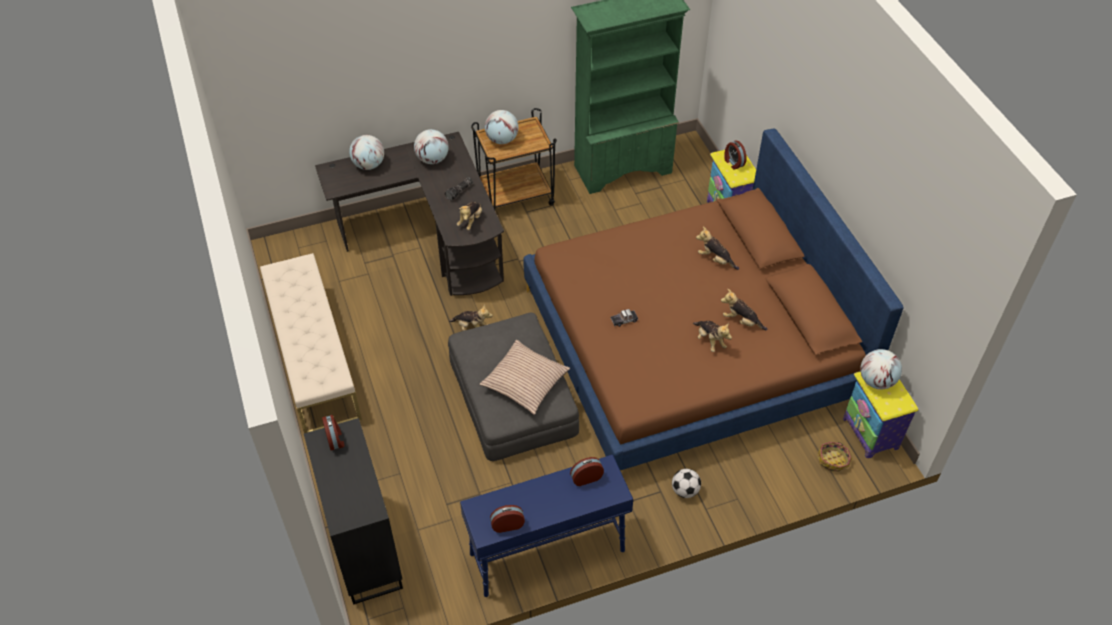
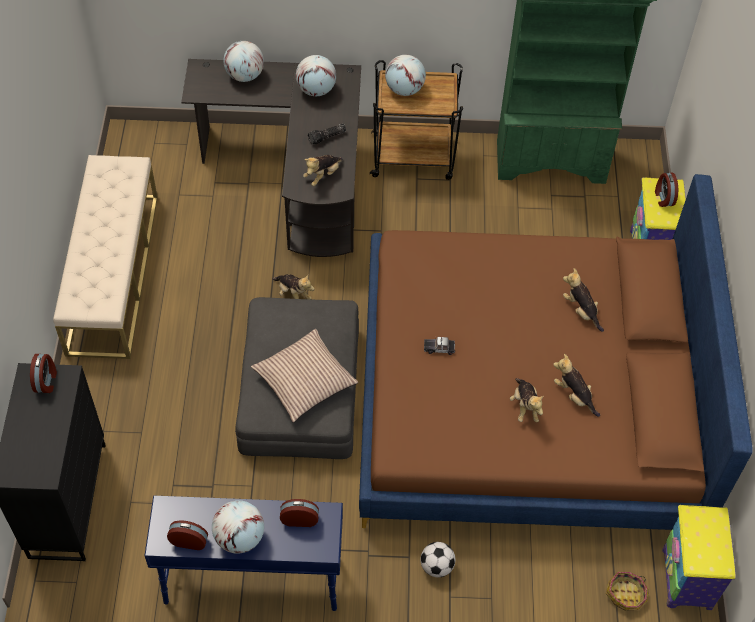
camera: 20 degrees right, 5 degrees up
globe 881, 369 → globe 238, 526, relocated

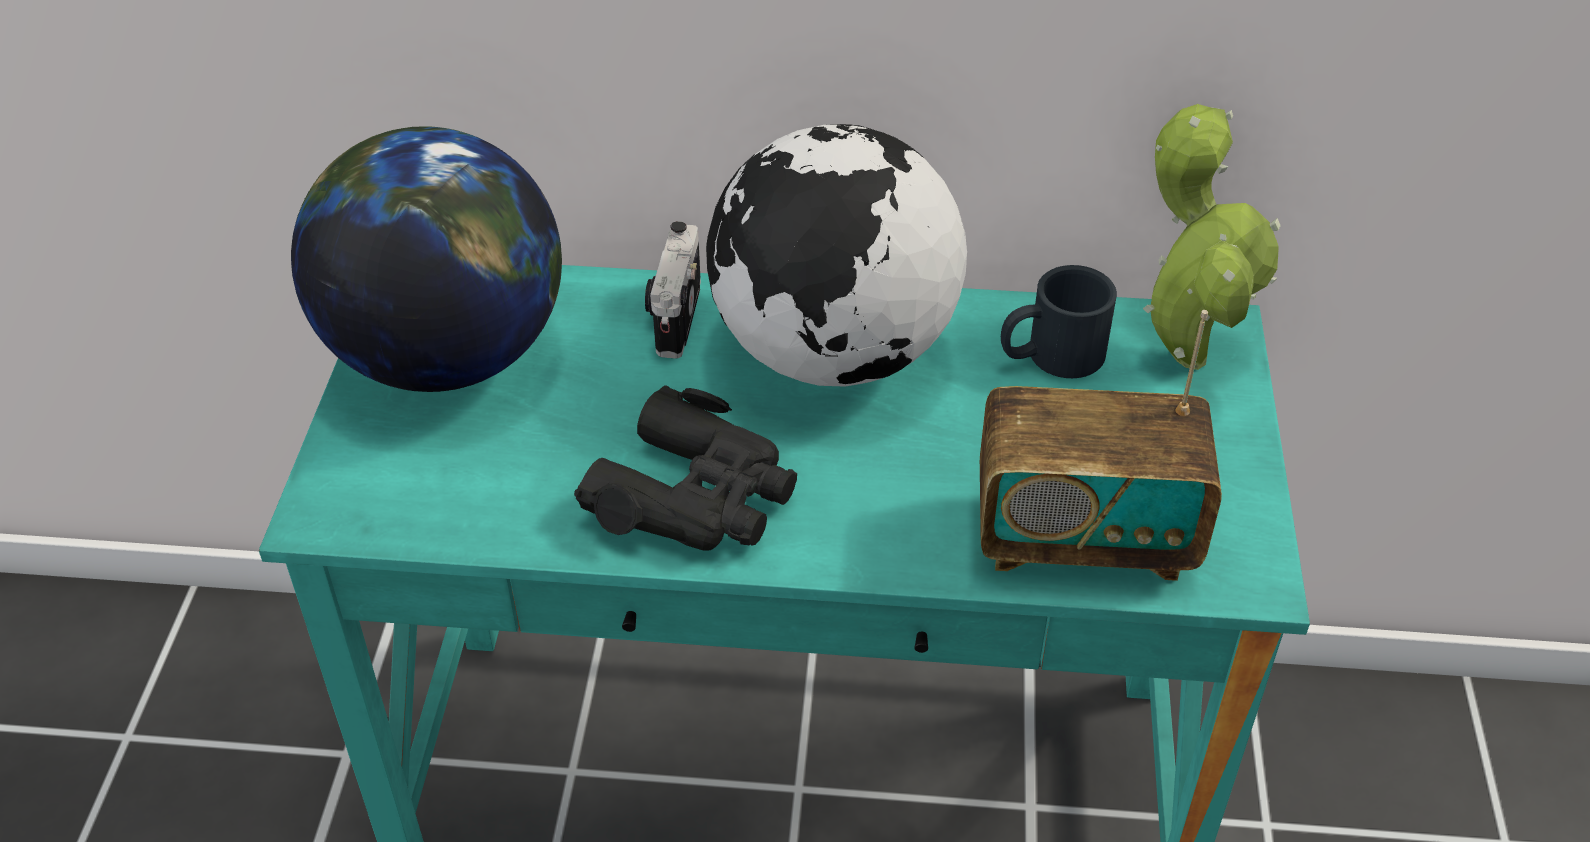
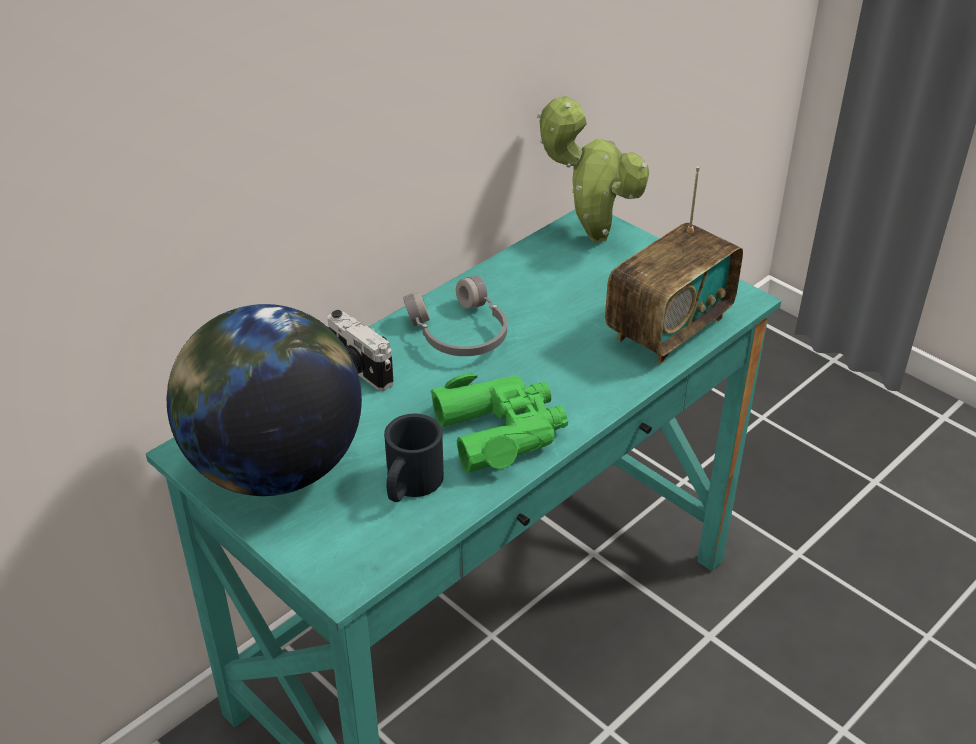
camera: 50 degrees left, 5 degrees down
globe 836, 255 → casque audio (gris) 455, 316
mug (noir) 1059, 321 → mug (noir) 414, 458, relocated
jumelles (noir) 685, 468 → jumelles (vert) 499, 423

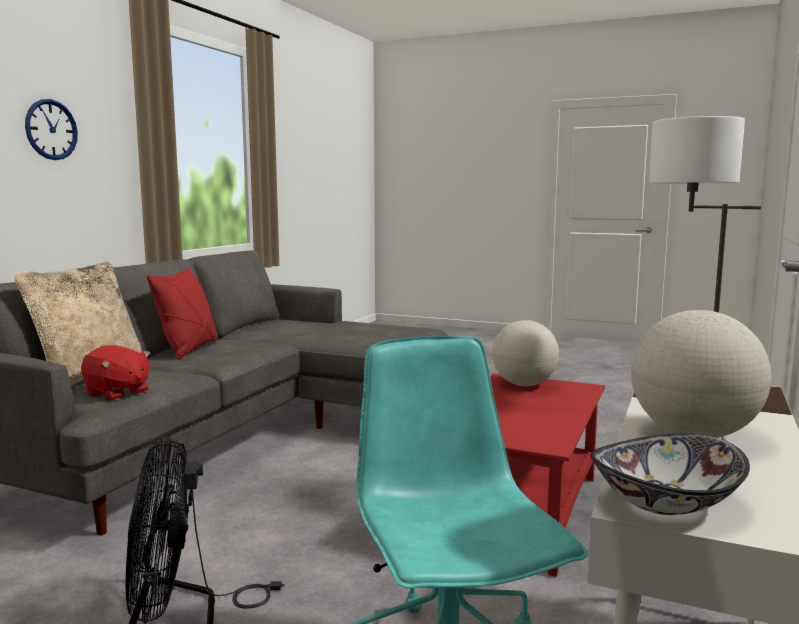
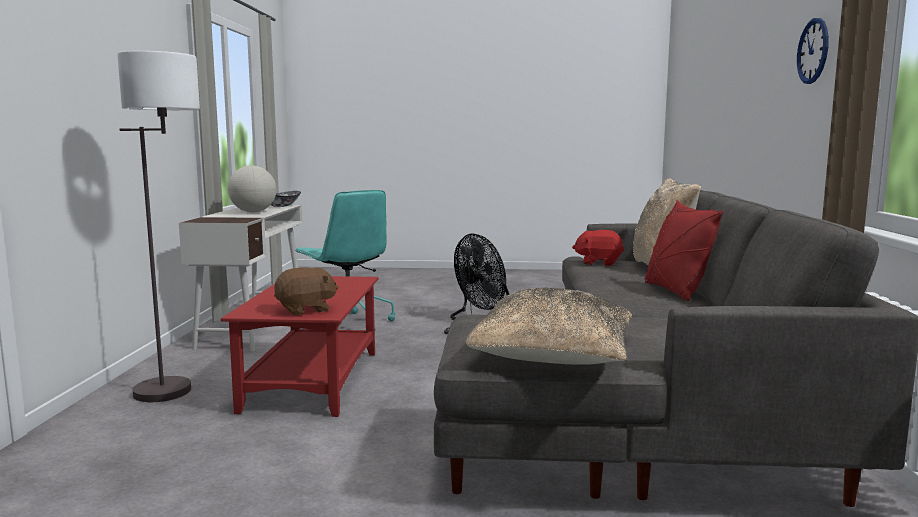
camera: 160 degrees right, 0 degrees up
globe 525, 353 → peluche (marron) 306, 291
- → coussin (beige) 548, 326

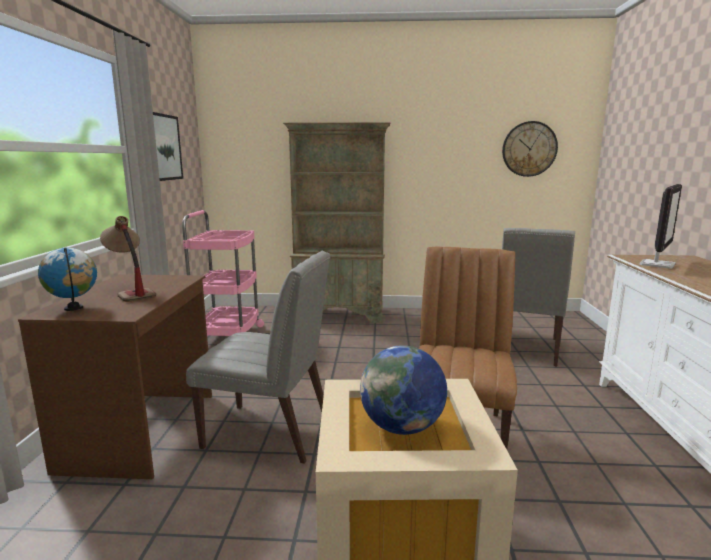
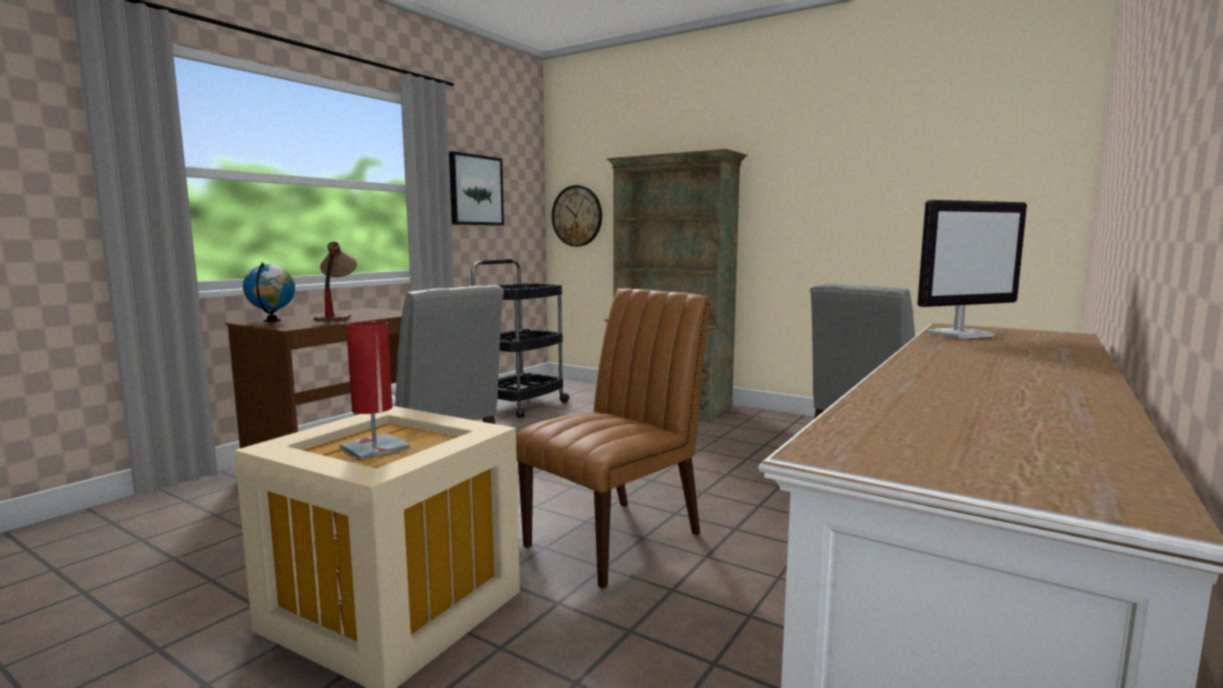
camera: 30 degrees right, 5 degrees down
horloge murale 530, 149 → horloge murale 577, 216, relocated
chariot (rose) 223, 273 → chariot (noir) 520, 338
globe 403, 390 → lampe de table (rouge) 375, 390

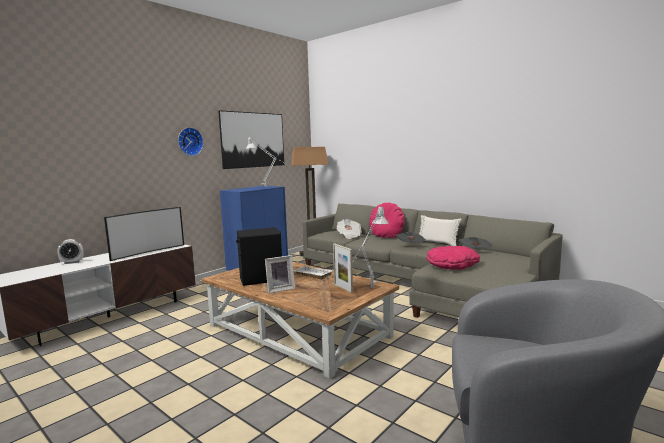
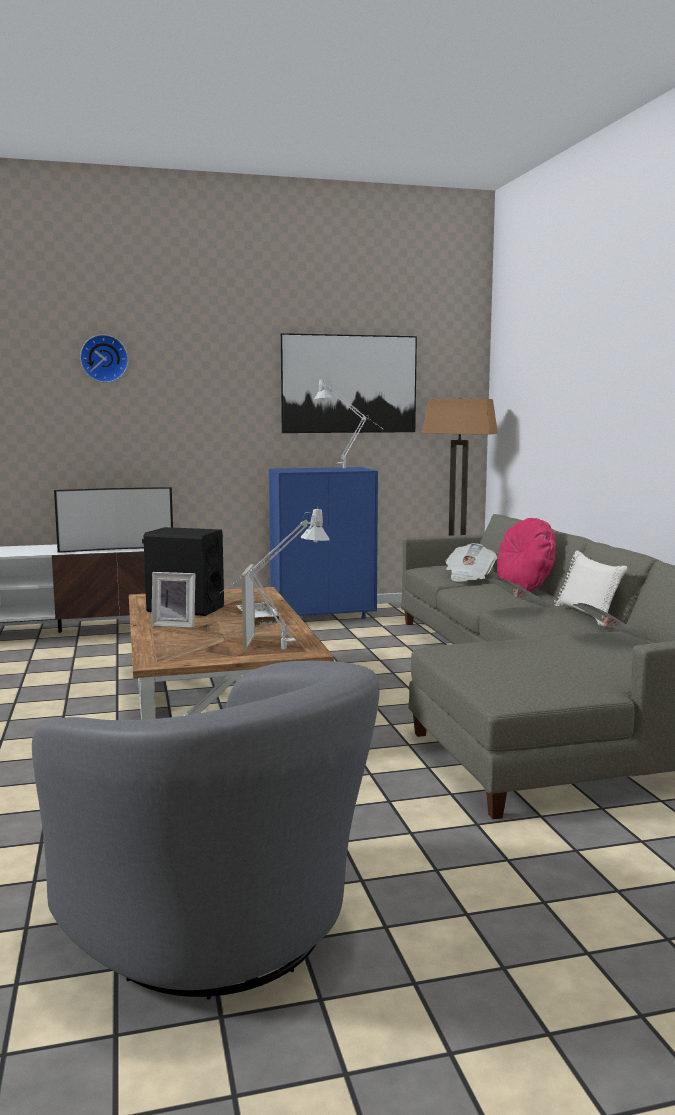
camera: 35 degrees right, 0 degrees up
horloge murale 191, 141 → horloge murale 104, 358, relocated
réveil 70, 251 → -
coussin (rose) 453, 258 → -

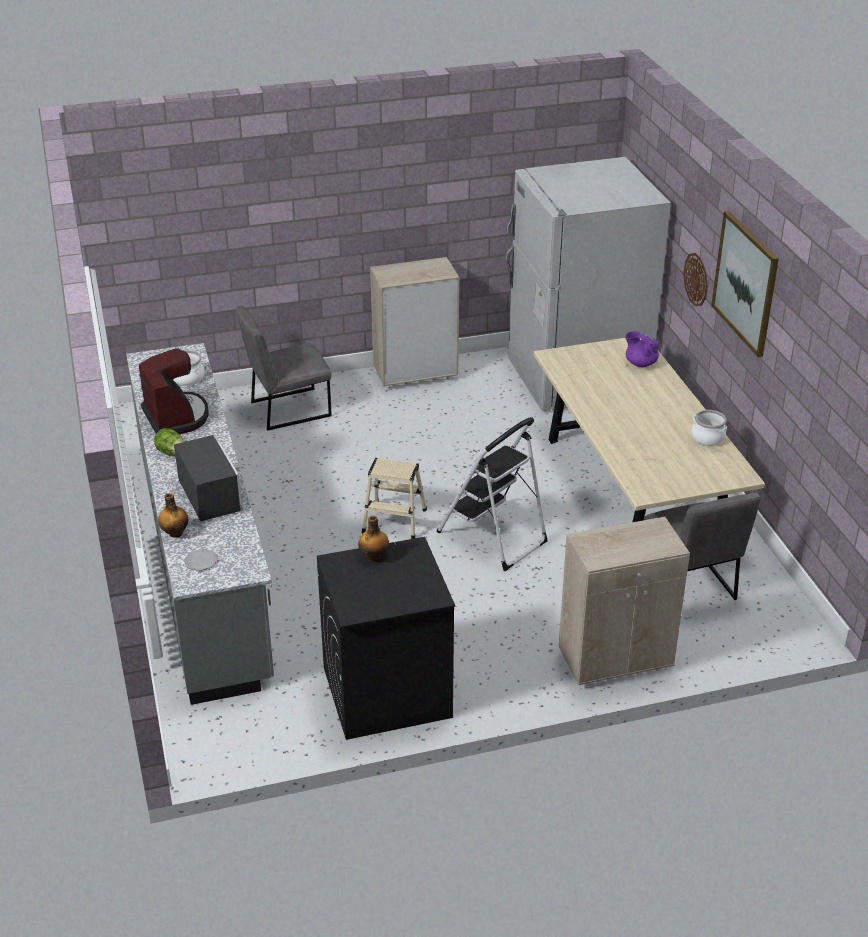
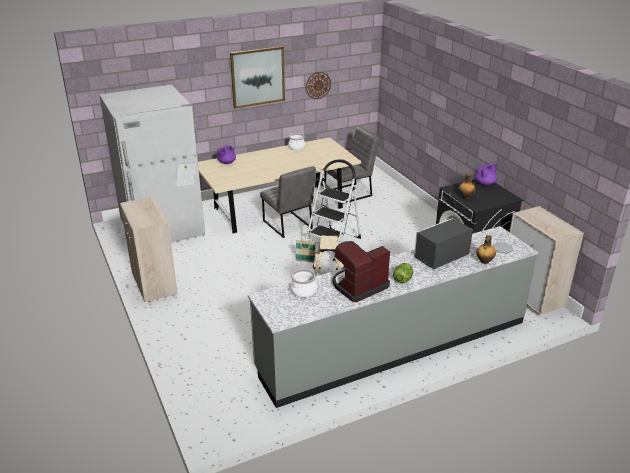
camera: 100 degrees left, 5 degrees down
horloge murale 695, 279 → horloge murale 318, 85, relocated
chaise (gris) 284, 368 → chaise (gris) 288, 202, relocated
meuble de rangement (beige) 624, 601 → meuble de rangement (beige) 547, 260, relocated
- → théière (violet) 486, 175
- → panier 305, 247

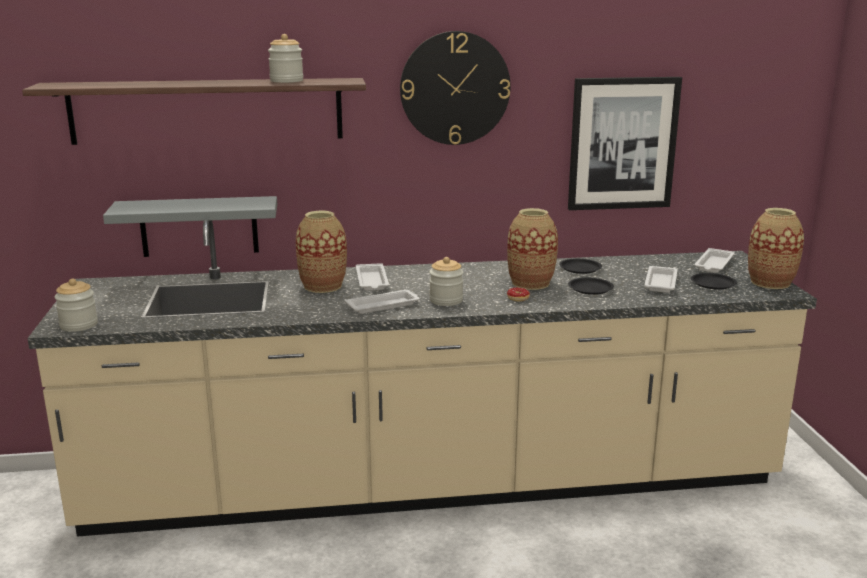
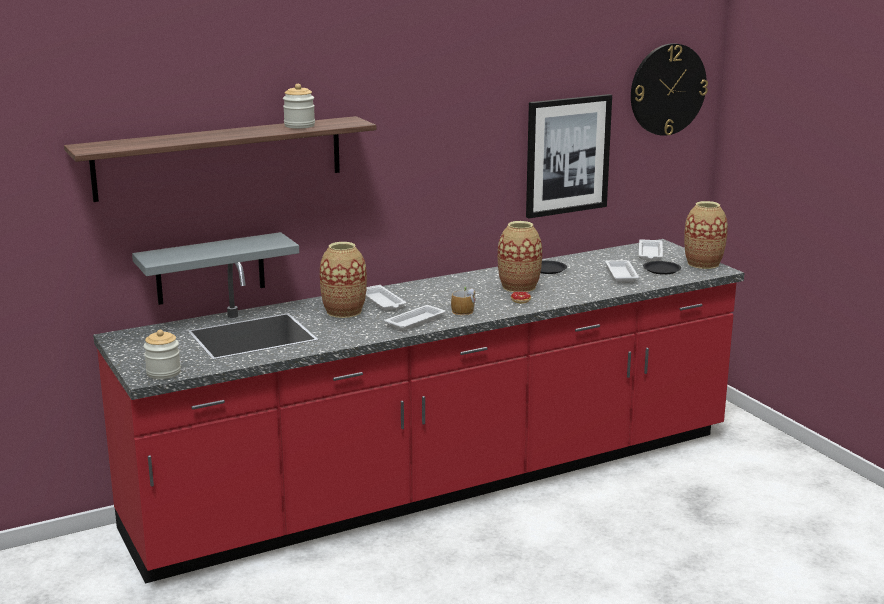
camera: 20 degrees left, 0 degrees up
horloge murale 455, 88 → horloge murale 669, 89, relocated
comptoir de cuisine (beige) 422, 378 → comptoir de cuisine (rouge) 418, 411
bocal 446, 281 → mug 463, 301
assiette (noir) 591, 286 → -

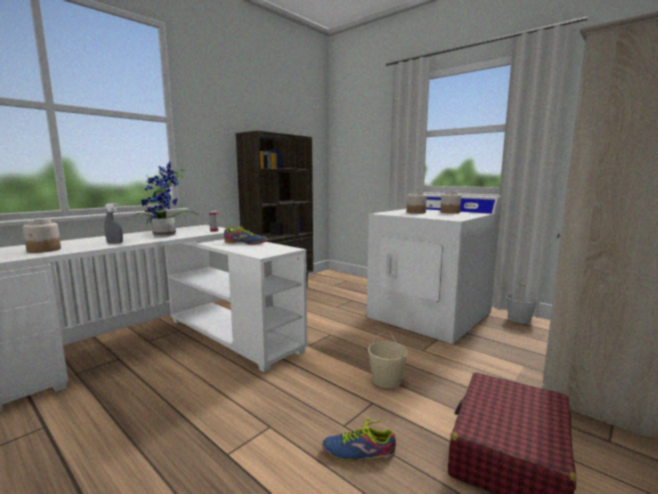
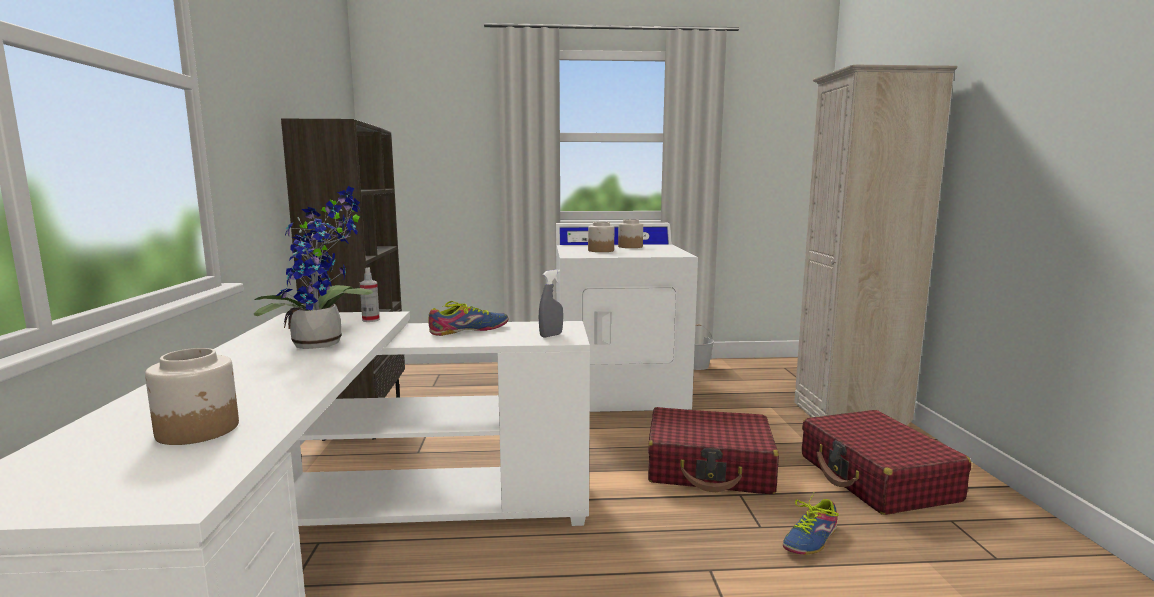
camera: 45 degrees left, 0 degrees up
vaporisateur (gris) 113, 223 → vaporisateur (gris) 551, 304, relocated
seau (beige) 388, 359 → valise (rouge) 713, 450

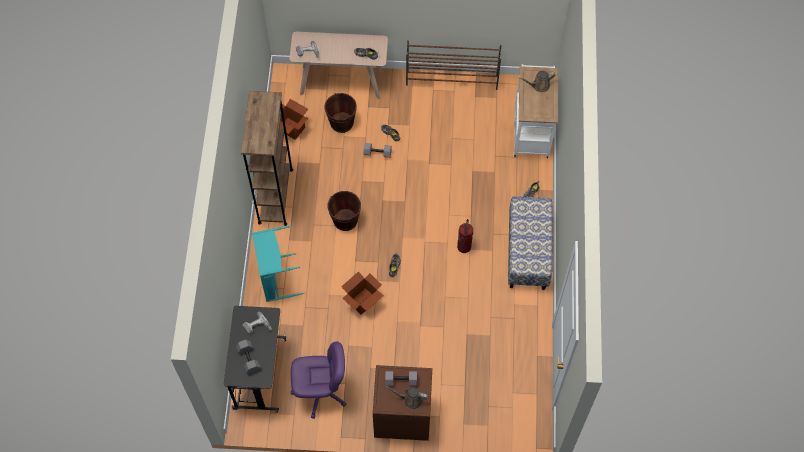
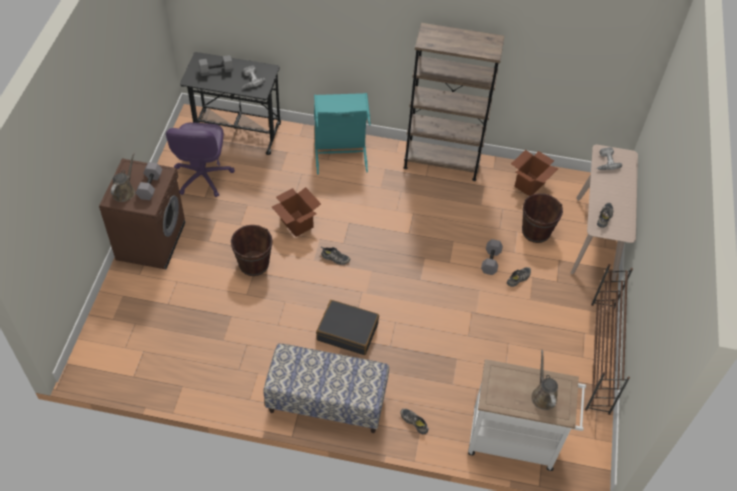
camera: 95 degrees right, 10 degrees down
seau (marron) 344, 211 → seau (marron) 252, 250, relocated
extincteur 465, 236 → valise (noir) 347, 327

